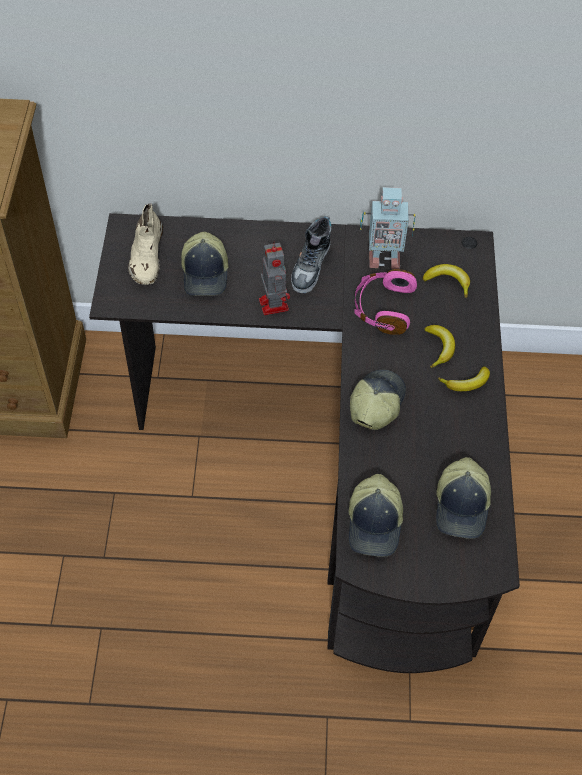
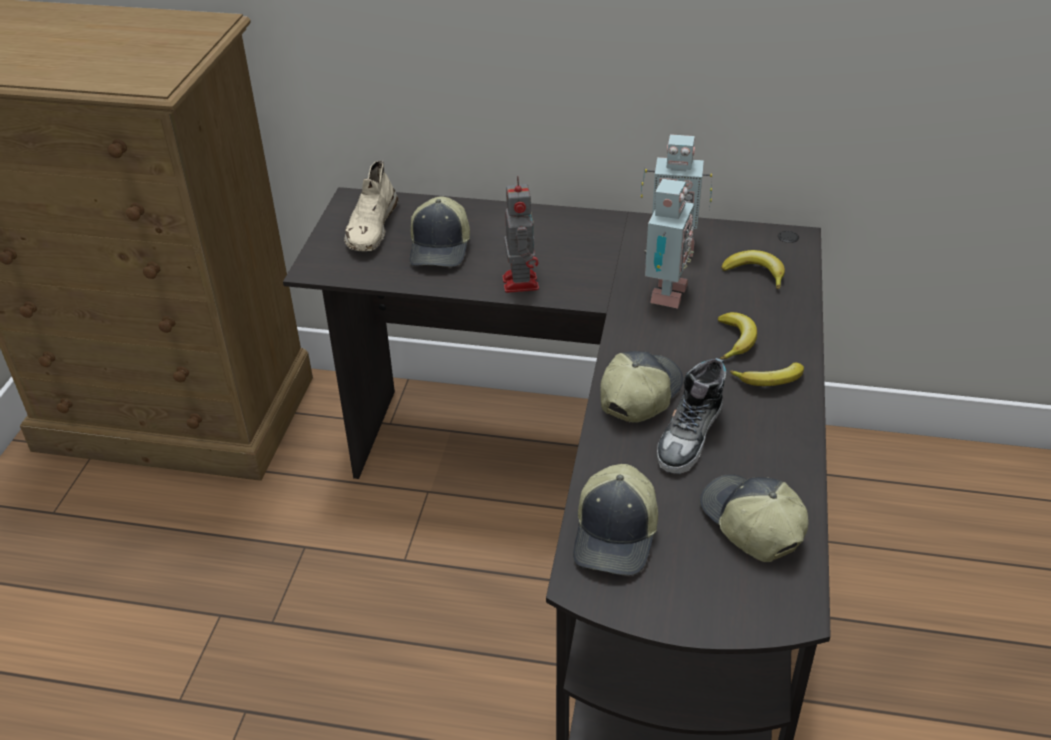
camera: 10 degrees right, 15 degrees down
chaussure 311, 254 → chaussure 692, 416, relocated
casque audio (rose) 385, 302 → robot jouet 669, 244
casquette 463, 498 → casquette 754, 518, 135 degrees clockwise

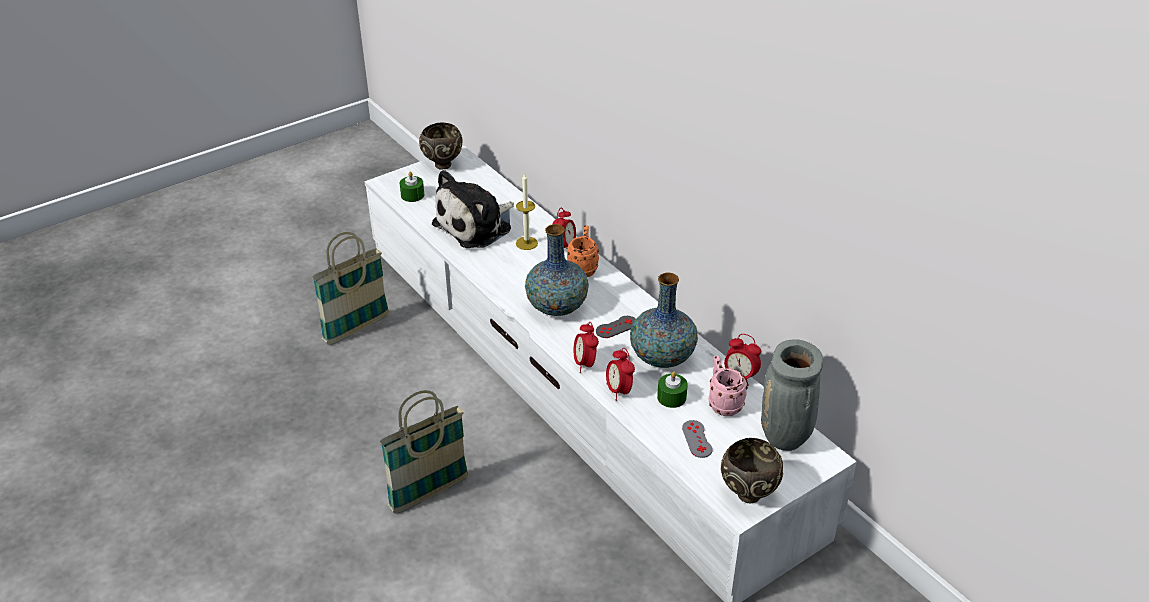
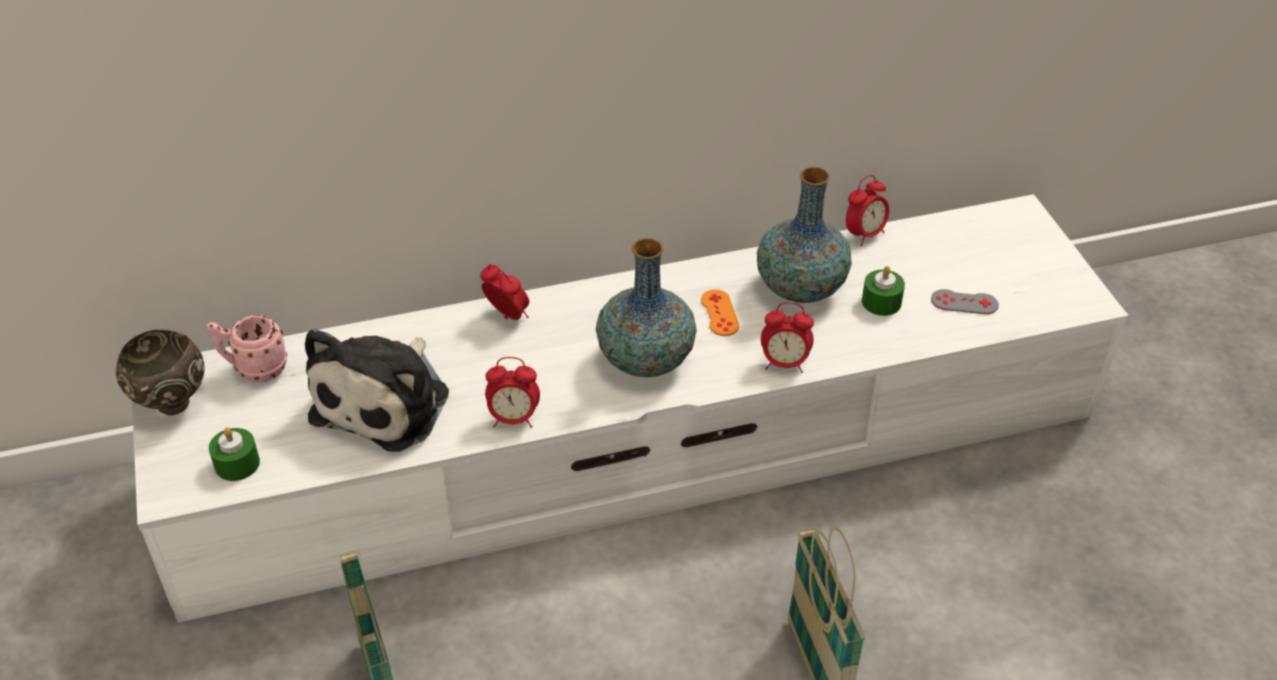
camera: 70 degrees left, 5 degrees up
peluche 473, 209 → peluche 377, 390, 45 degrees clockwise
bougie 527, 211 → -
mug (orange) 582, 251 → -
manette (gris) 616, 327 → manette (orange) 720, 312
vase (gris) 792, 395 → -
réveil 620, 374 → réveil 512, 392, relocated
mug (rose) 728, 386 → mug (rose) 247, 348, relocated
bol (marron) 752, 470 → -

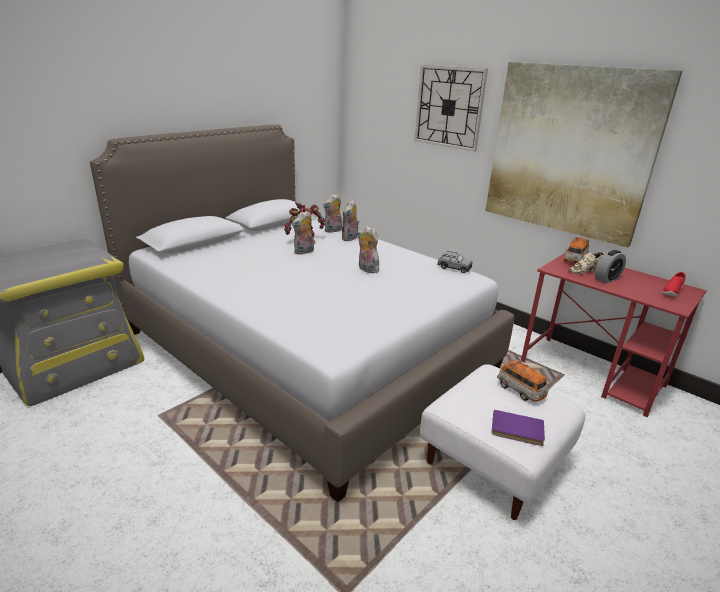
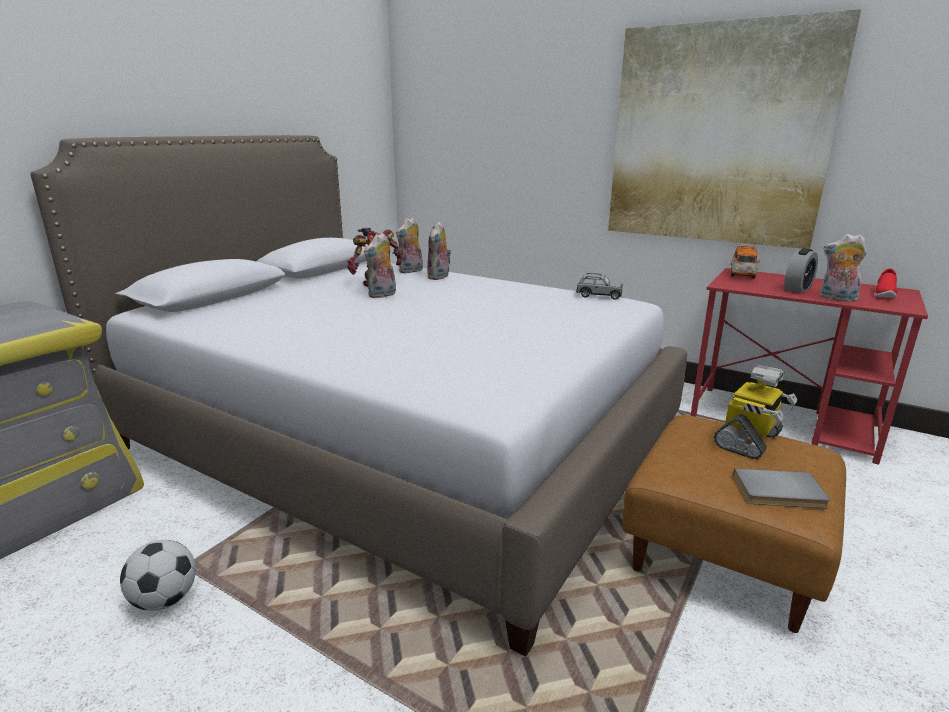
camera: 10 degrees left, 5 degrees down
horloge murale 451, 108 → -
peluche 368, 249 → peluche 843, 268, relocated
chaussure (beige) 586, 263 → -
petite voiture 522, 380 → robot jouet 756, 412
pouf (blanc) 502, 442 → pouf (marron) 734, 524
livre (violet) 518, 428 → livre (gris) 781, 488
- → ballon de foot 158, 575

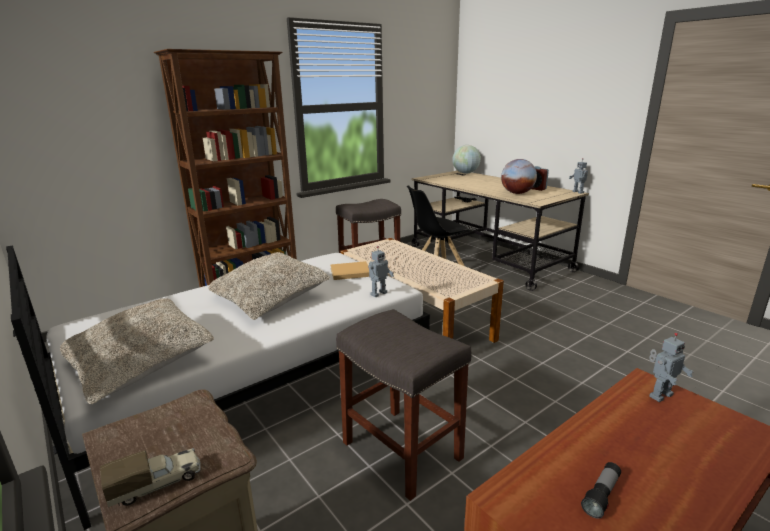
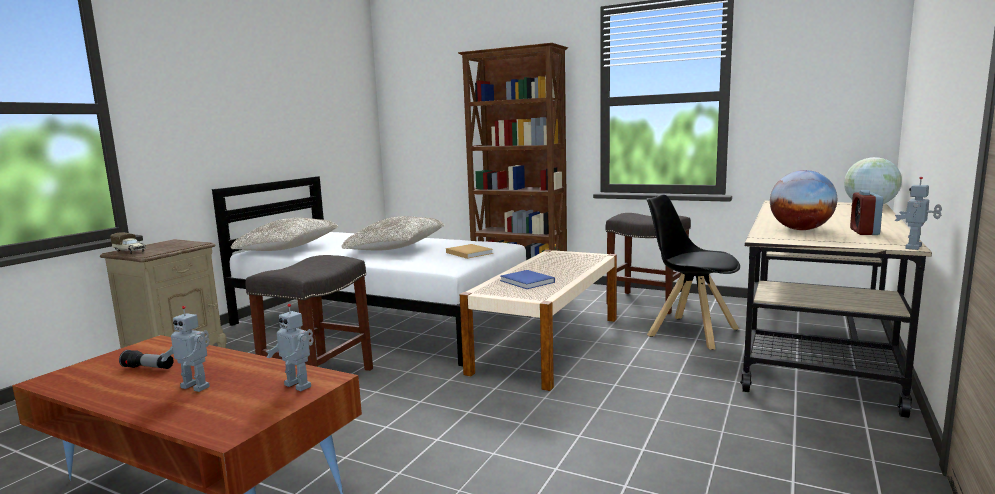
camera: 65 degrees right, 10 degrees down
robot jouet 381, 271 → robot jouet 185, 349, relocated
- → livre (bleu) 527, 279

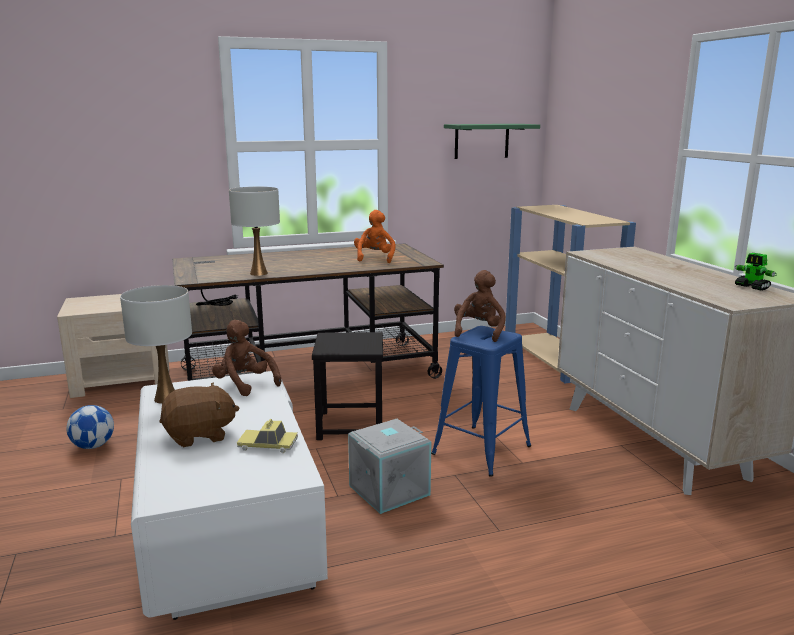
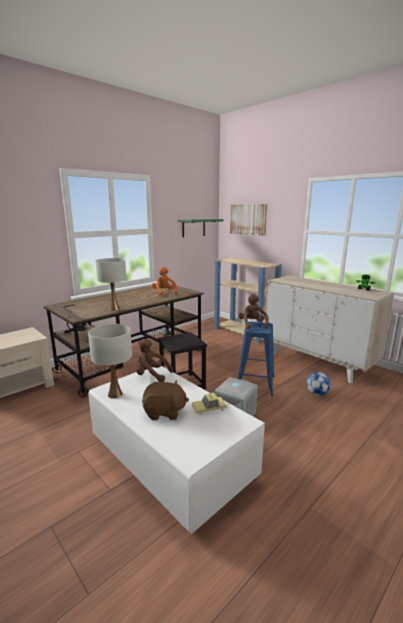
camera: 25 degrees left, 0 degrees up
peluche (marron) 199, 414 → peluche (marron) 165, 400, 45 degrees clockwise
ballon de foot 90, 427 → ballon de foot 318, 384, relocated
- → tableau 248, 220

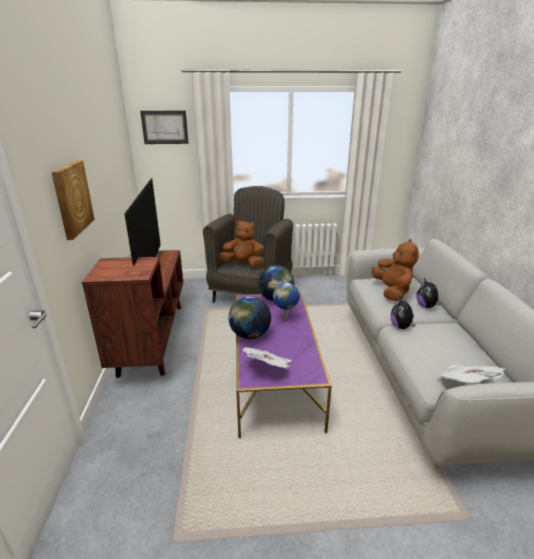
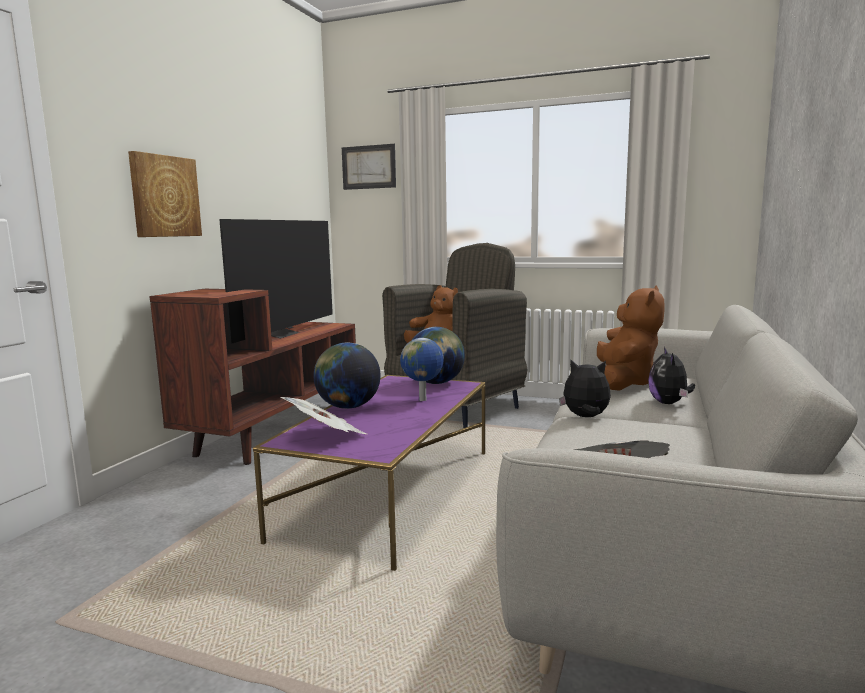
camera: 25 degrees right, 15 degrees down
peluche 403, 312 → peluche 585, 388, 90 degrees clockwise

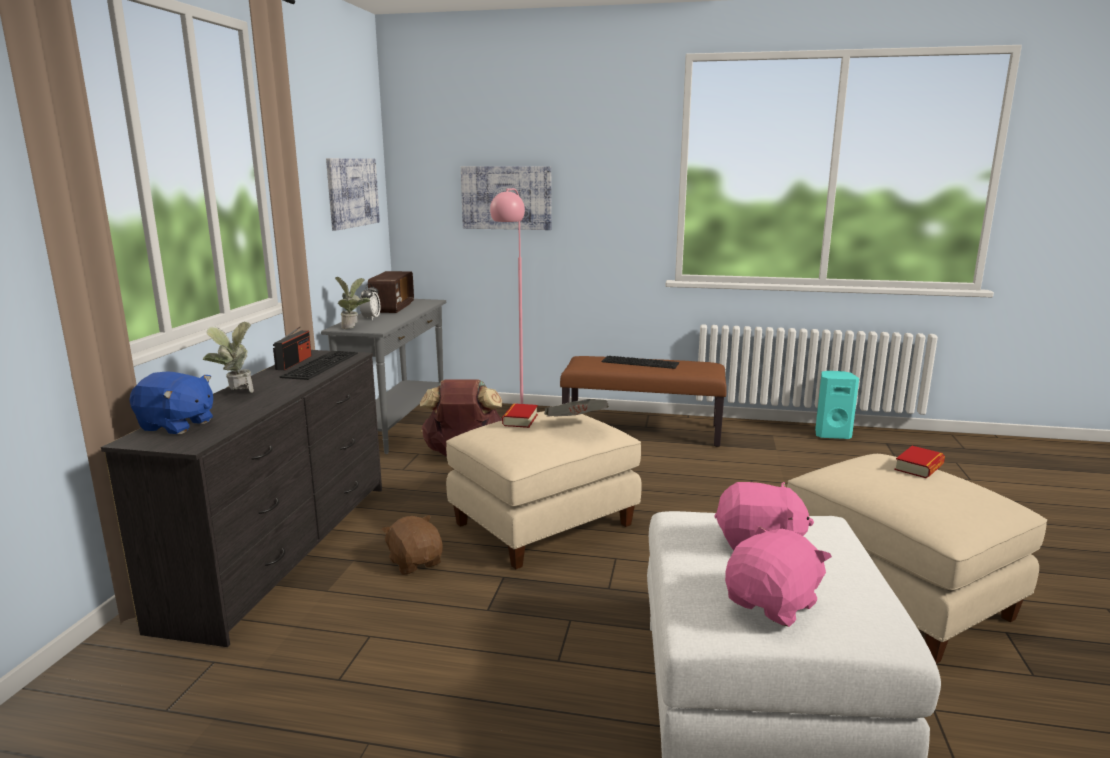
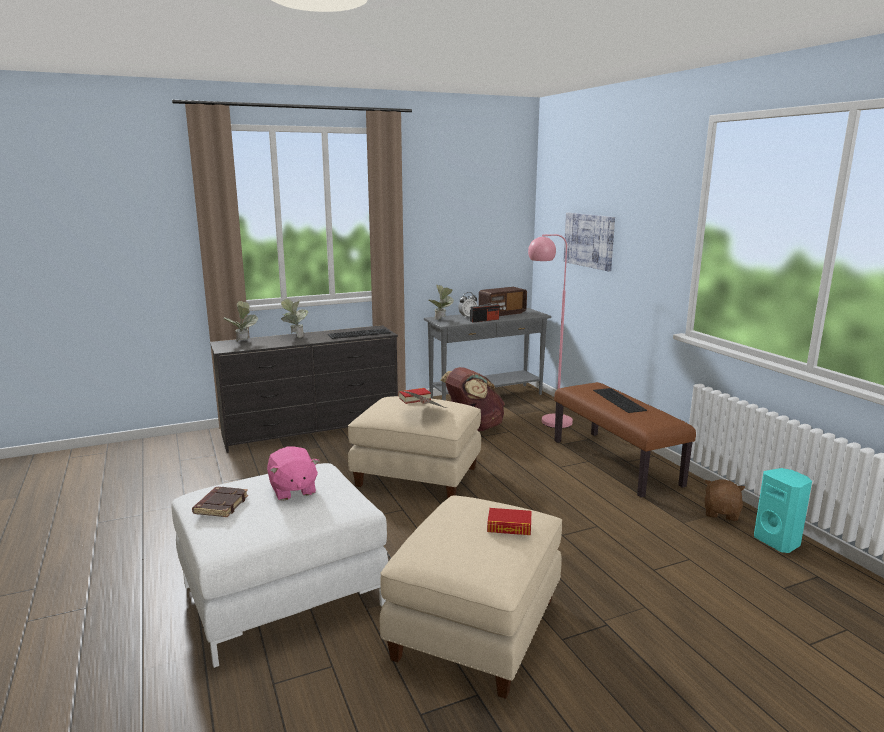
camera: 55 degrees right, 0 degrees up
tableau 353, 194 → -
radio 292, 348 → radio 484, 312, relocated
peluche (bleu) 171, 402 → plante en pot 240, 321
peluche (marron) 412, 545 → peluche (marron) 725, 500, relocated
peluche (rose) 778, 576 → livre (marron) 220, 502

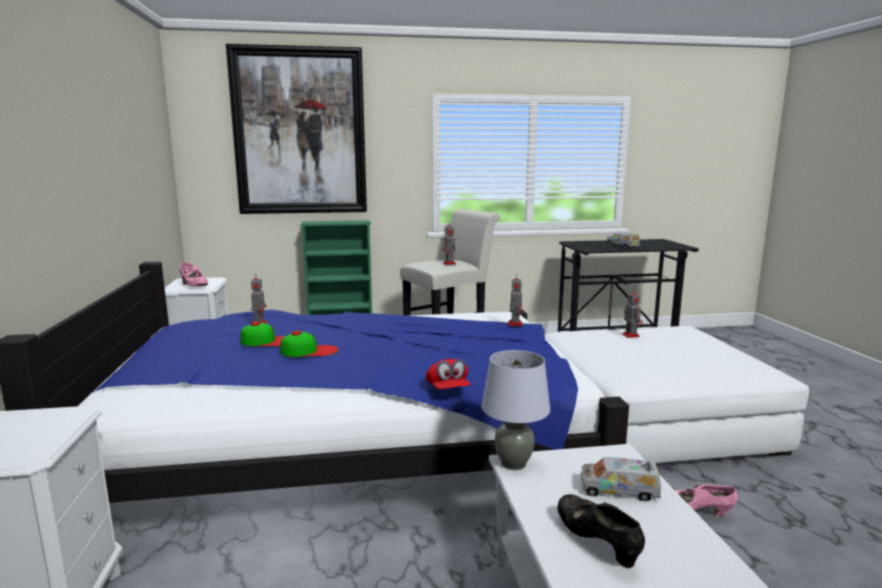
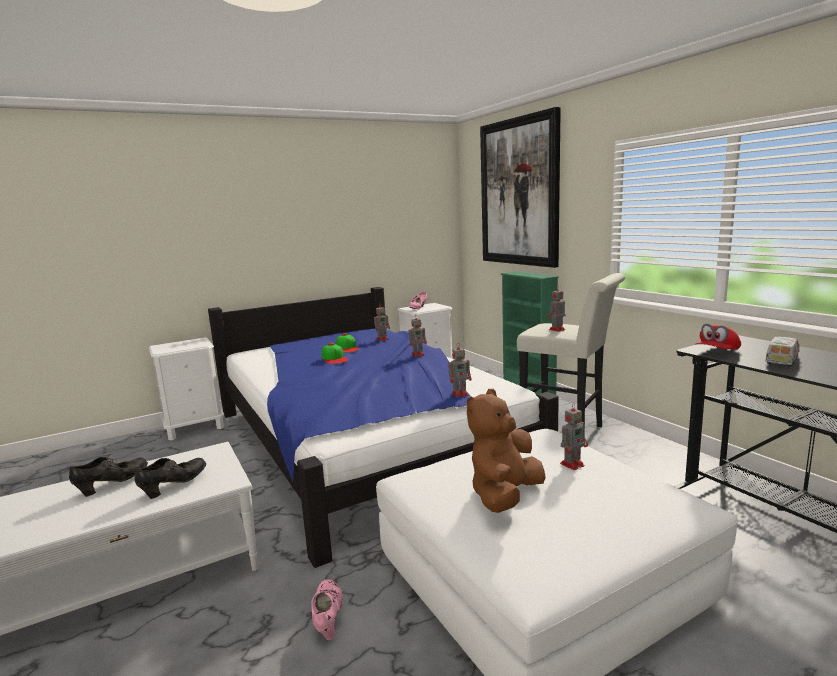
camera: 70 degrees right, 0 degrees up
lampe de table (gris) 516, 410 → -
casquette (rouge) 448, 374 → casquette (rouge) 718, 336, relocated
camion jouet 621, 479 → chaussure (noir) 170, 478
- → robot jouet 418, 337
- → peluche (marron) 506, 451

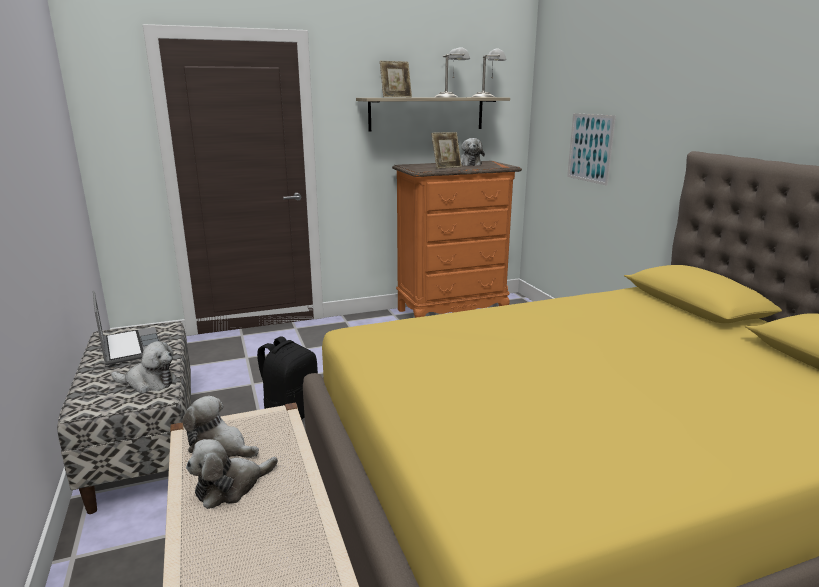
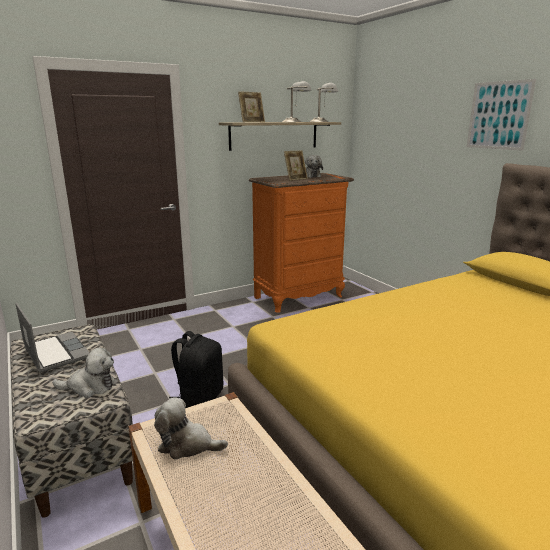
camera: 10 degrees left, 0 degrees up
tableau 591, 149 → tableau 501, 115, relocated
peluche 232, 474 → -

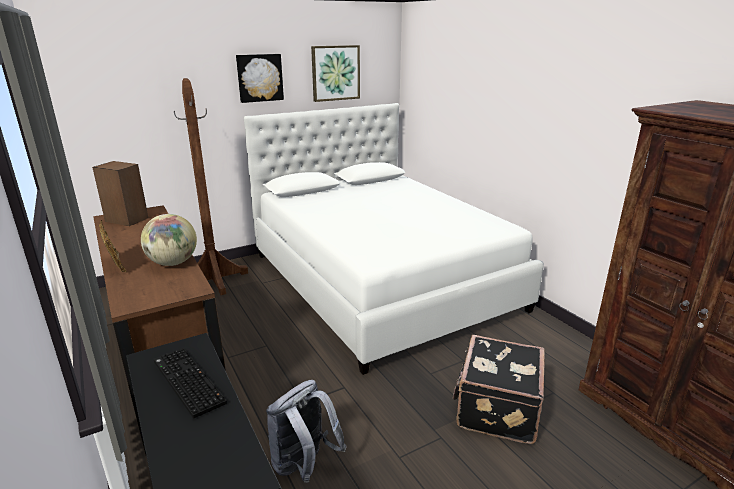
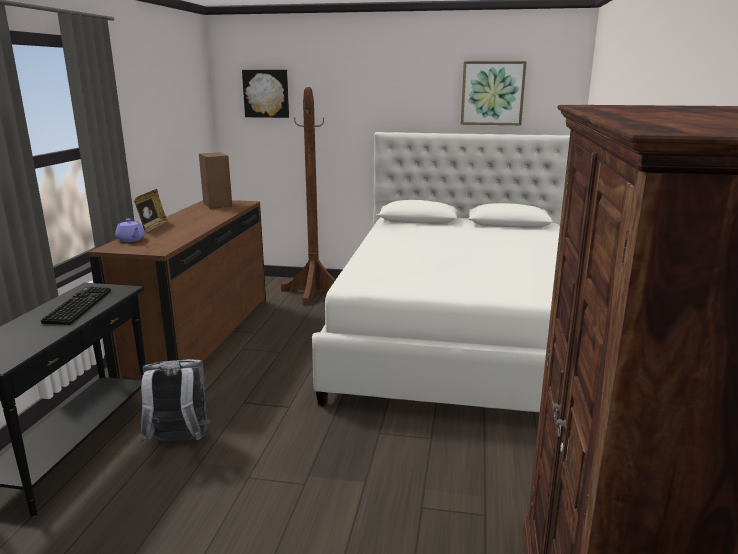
camera: 40 degrees right, 5 degrees down
tableau 260, 78 → tableau 265, 94, relocated
globe 169, 240 → -
valise (noir) 499, 389 → -
- → théière (violet) 130, 230

